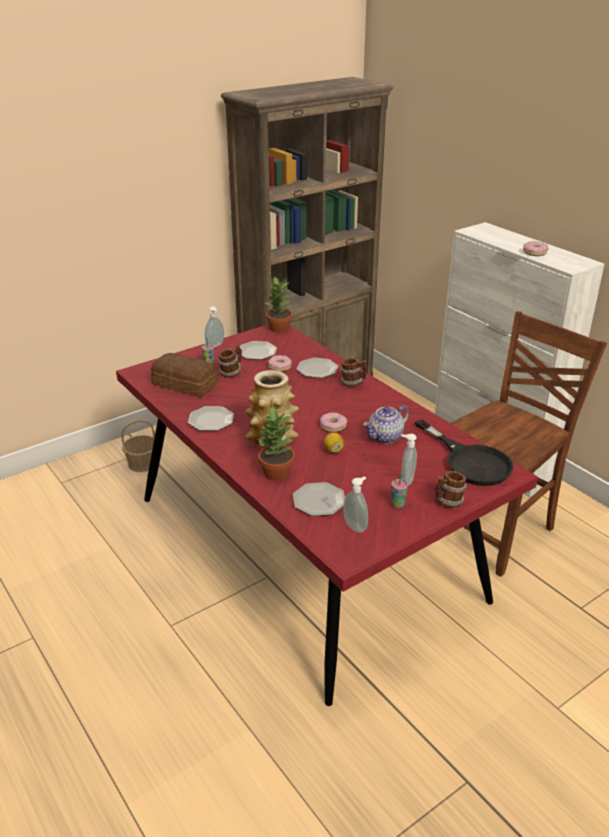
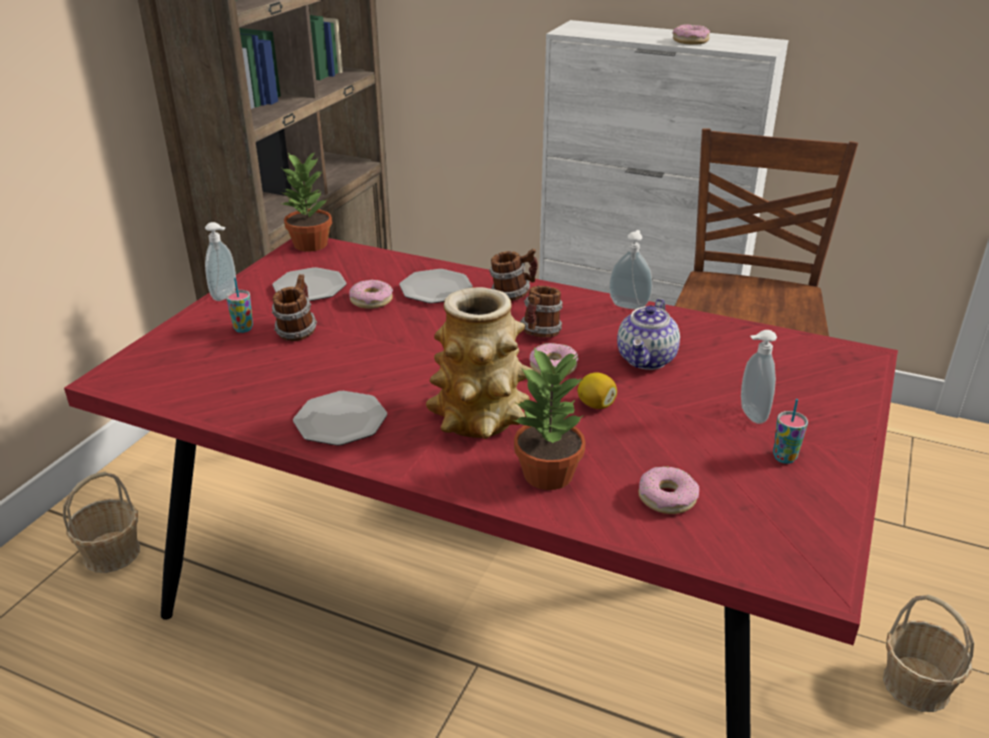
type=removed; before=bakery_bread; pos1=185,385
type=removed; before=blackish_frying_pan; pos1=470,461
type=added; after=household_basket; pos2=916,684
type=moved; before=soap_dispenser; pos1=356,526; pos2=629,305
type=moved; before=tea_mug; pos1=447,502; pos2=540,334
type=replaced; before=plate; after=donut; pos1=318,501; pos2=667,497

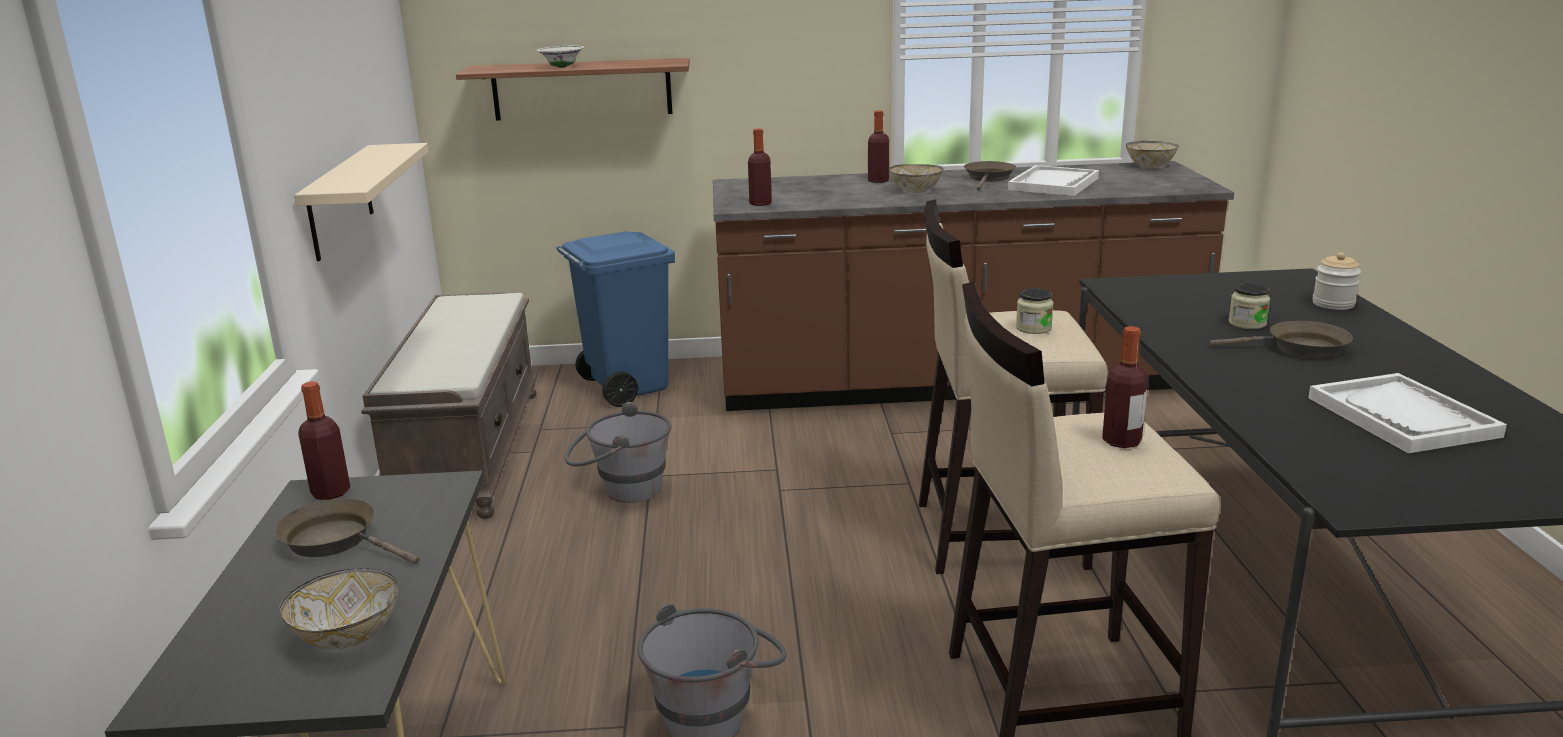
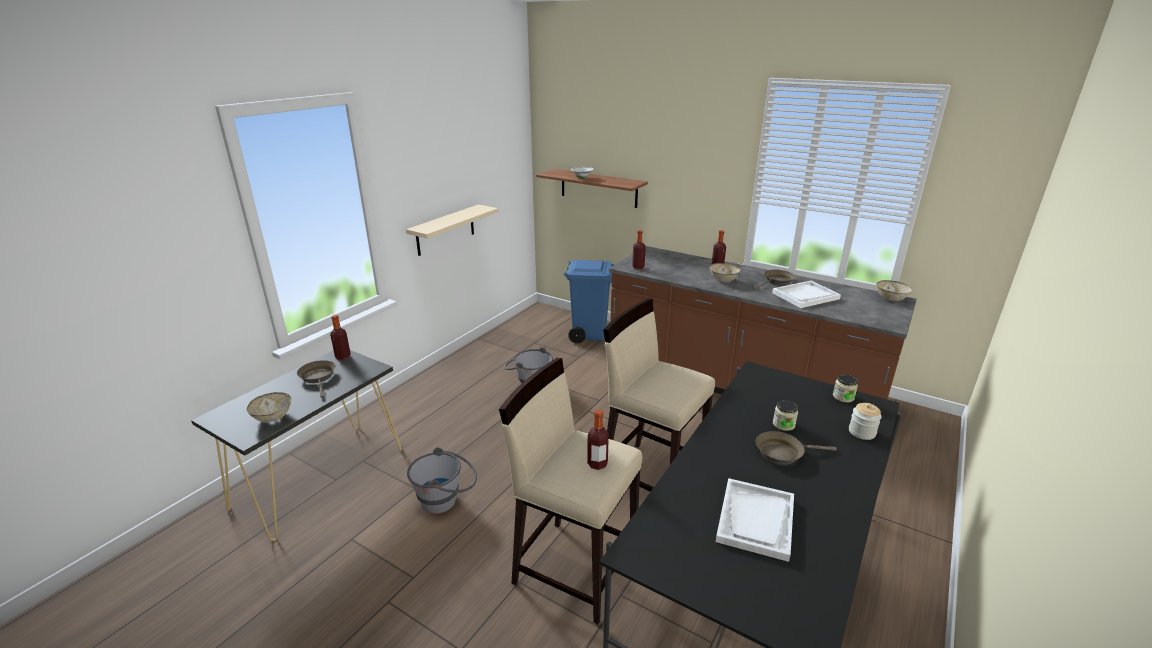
type=removed; before=brownish_bench; pos1=468,451
type=moved; before=storage_jar; pos1=1033,328; pos2=843,397
type=turned; before=brownish_frying_pan; pos1=1300,349; pos2=782,453; turn=135

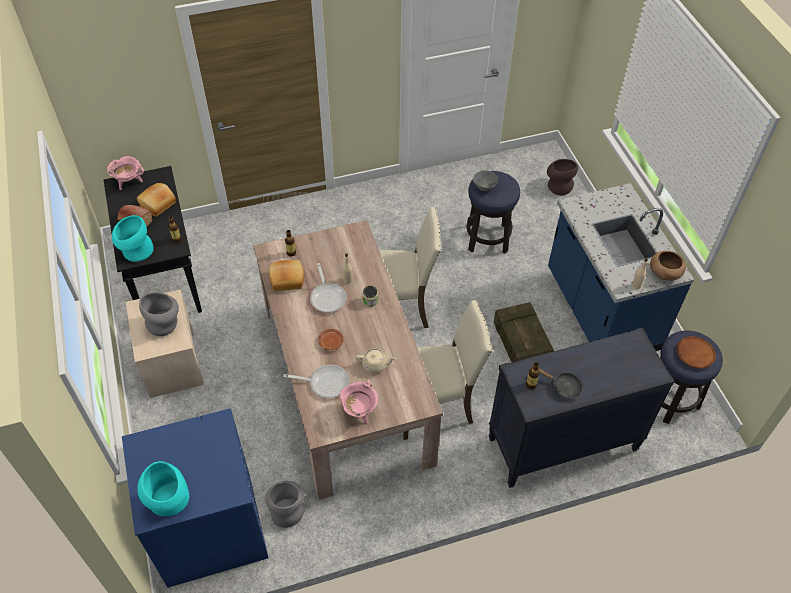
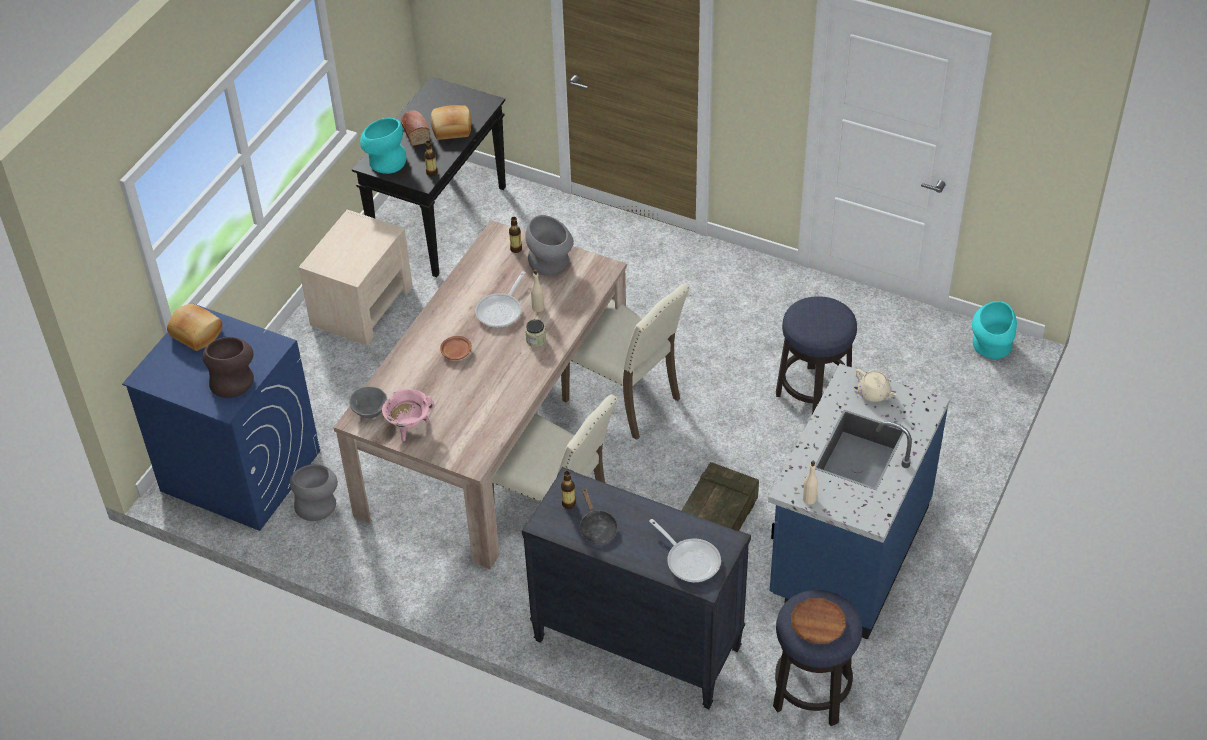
type=removed; before=pink_cooking_pot; pos1=129,182
type=removed; before=brownish_bowl; pos1=664,273
type=moved; before=turquoise_decorative_vase; pos1=170,502; pos2=990,348
type=moved; before=greyish_decorative_vase; pos1=165,324; pos2=551,264
type=moved; before=bakery_bread; pos1=287,279; pos2=197,333
type=moved; before=frying_pan; pos1=325,383; pos2=690,560
type=moved; before=beige-coloured_pot_for_tea; pos1=375,365; pos2=874,393
type=moved; before=greyish_bowl; pos1=484,187; pos2=369,412
type=moved; before=brownish_decorative_vase; pos1=558,185; pos2=233,380

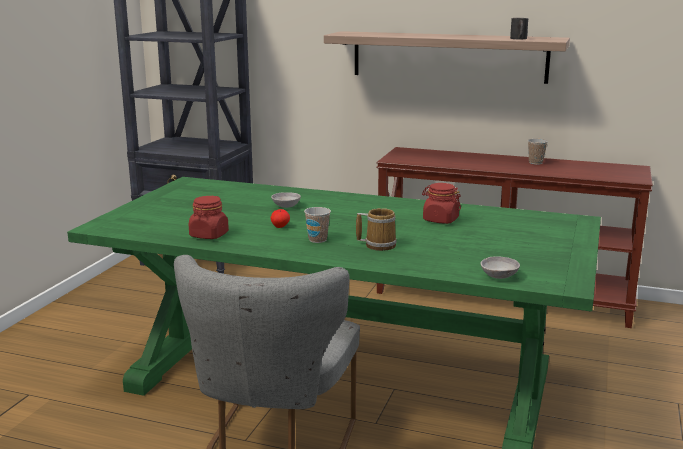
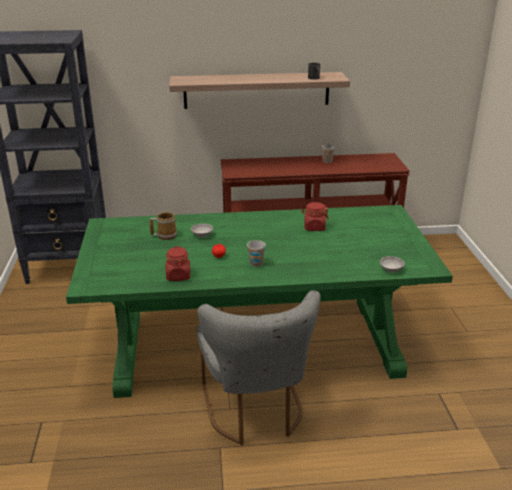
type=moved; before=tea_mug; pos1=378,245; pos2=165,235

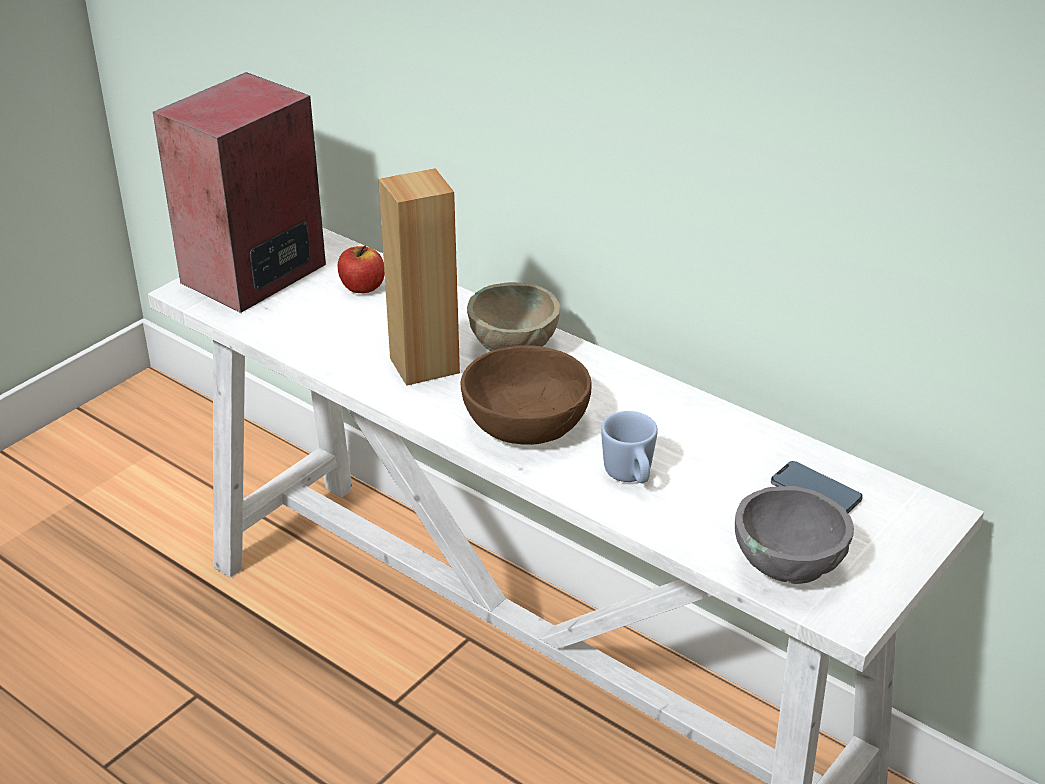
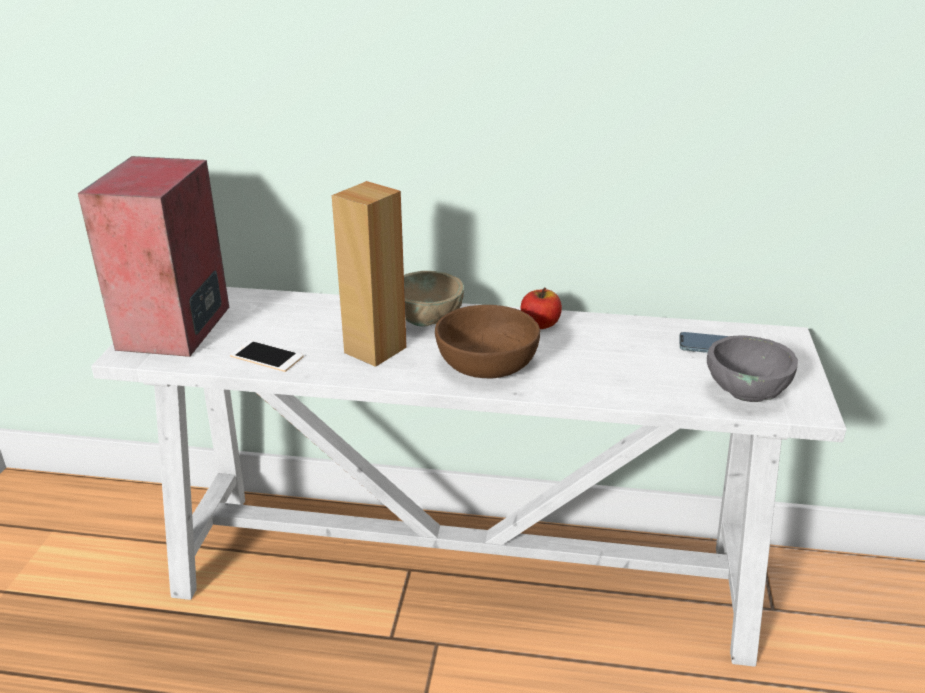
type=removed; before=blue_tea_mug; pos1=630,477
type=added; after=telephone; pos2=266,356
type=moved; before=whole_apple; pos1=362,287; pos2=540,324

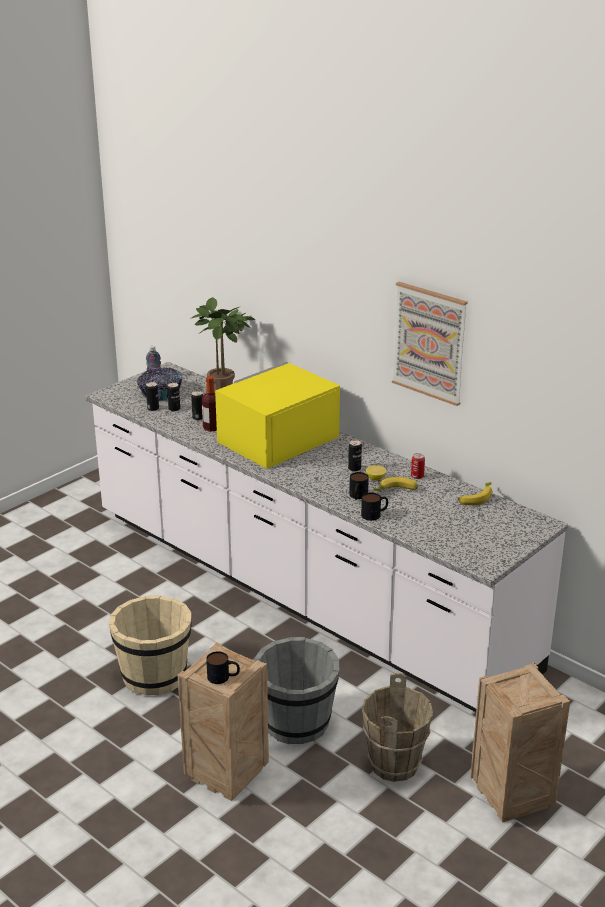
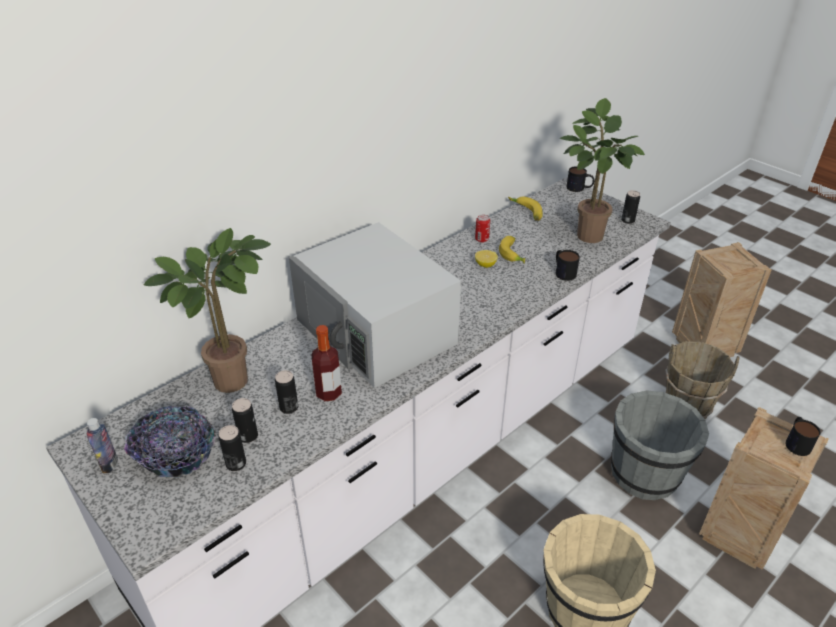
type=removed; before=picture; pos1=429,343
type=added; after=houseplant; pos2=585,234
type=moved; before=sealed_can; pos1=354,468; pos2=627,220
type=moved; before=tea_mug; pos1=357,496; pos2=579,188
type=recoloured; before=yellow_microwave; after=whitish_microwave; pos1=276,439; pos2=377,331

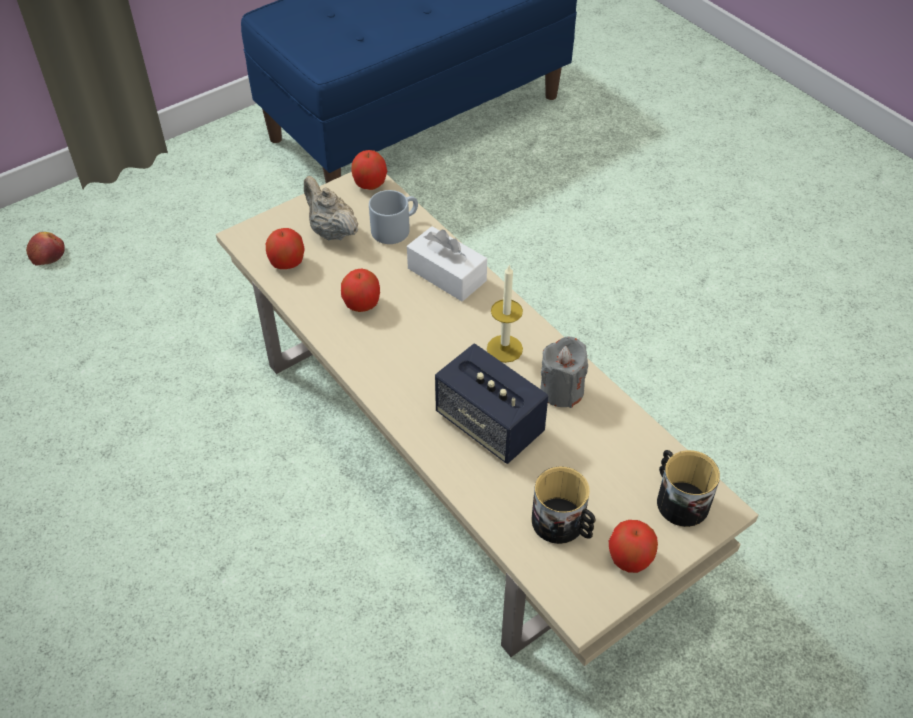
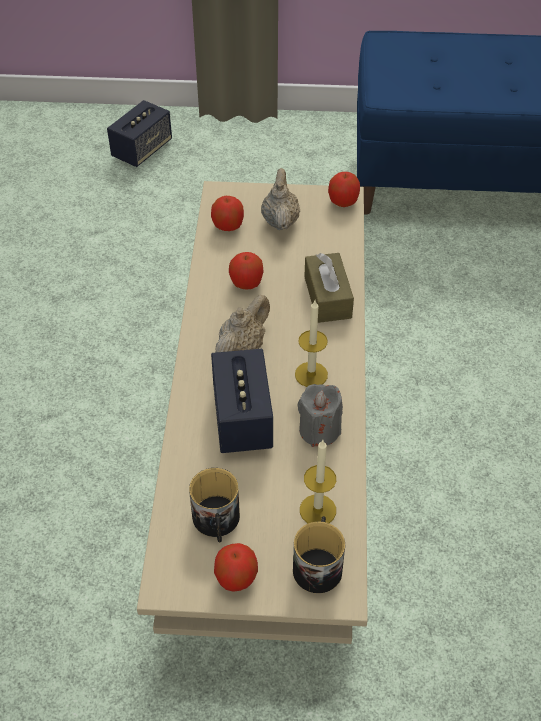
type=removed; before=greyish_tea_mug; pos1=395,228
type=added; after=beige-coloured_pot_for_tea; pos2=242,347
type=added; after=candle; pos2=317,510
type=replaced; before=whole_apple; after=audio_speaker; pos1=48,254; pos2=142,150
type=recoloured; before=whitish_box_of_tissues; after=brownish_box_of_tissues; pos1=447,274; pos2=327,297

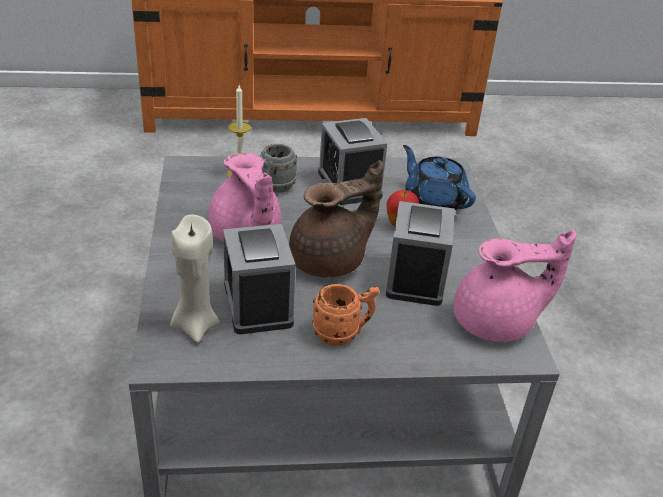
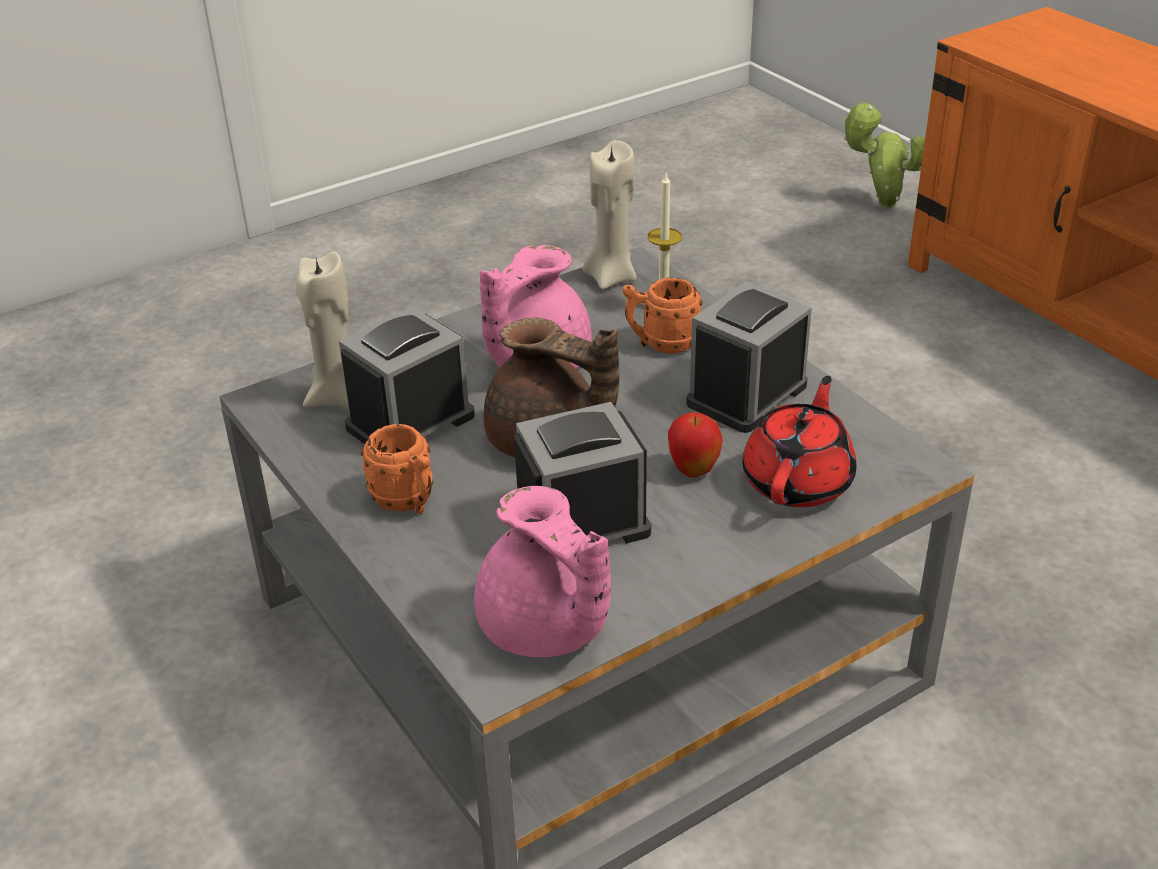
type=added; after=beige-coloured_candle; pos2=610,277
type=added; after=houseplant; pos2=881,205
type=recoloured; before=greyish_tea_mug; after=orangey_tea_mug; pos1=274,189; pos2=661,344
type=recoloured; before=blue_pot_for_tea; after=red-coloured_pot_for_tea; pos1=434,200; pos2=798,481

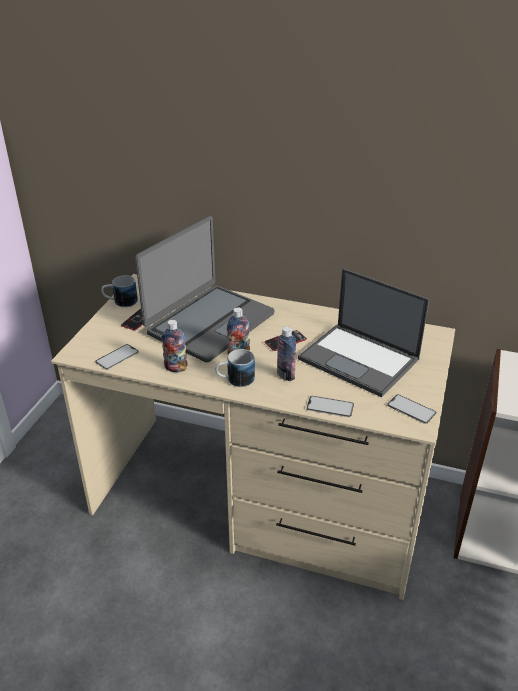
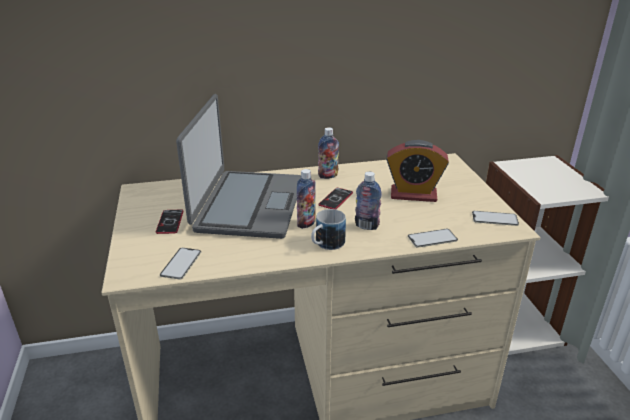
type=removed; before=tea_mug; pos1=120,302
type=moved; before=beverage_bottle; pos1=176,368; pos2=328,176
type=replaced; before=notebook_computer; after=alarm_clock; pos1=360,359; pos2=413,194

